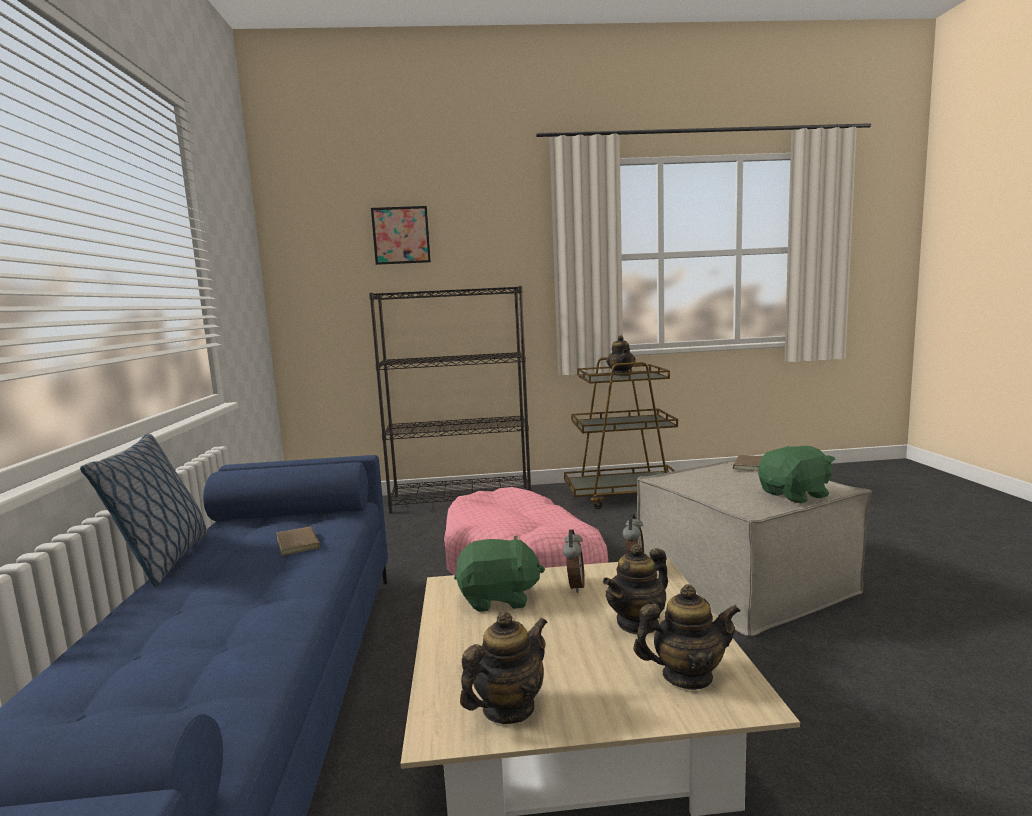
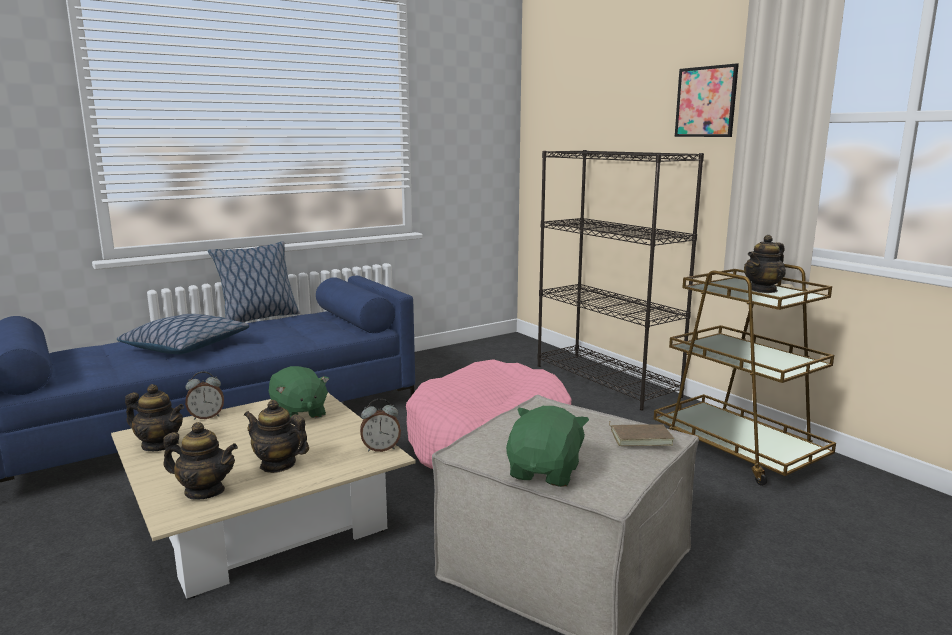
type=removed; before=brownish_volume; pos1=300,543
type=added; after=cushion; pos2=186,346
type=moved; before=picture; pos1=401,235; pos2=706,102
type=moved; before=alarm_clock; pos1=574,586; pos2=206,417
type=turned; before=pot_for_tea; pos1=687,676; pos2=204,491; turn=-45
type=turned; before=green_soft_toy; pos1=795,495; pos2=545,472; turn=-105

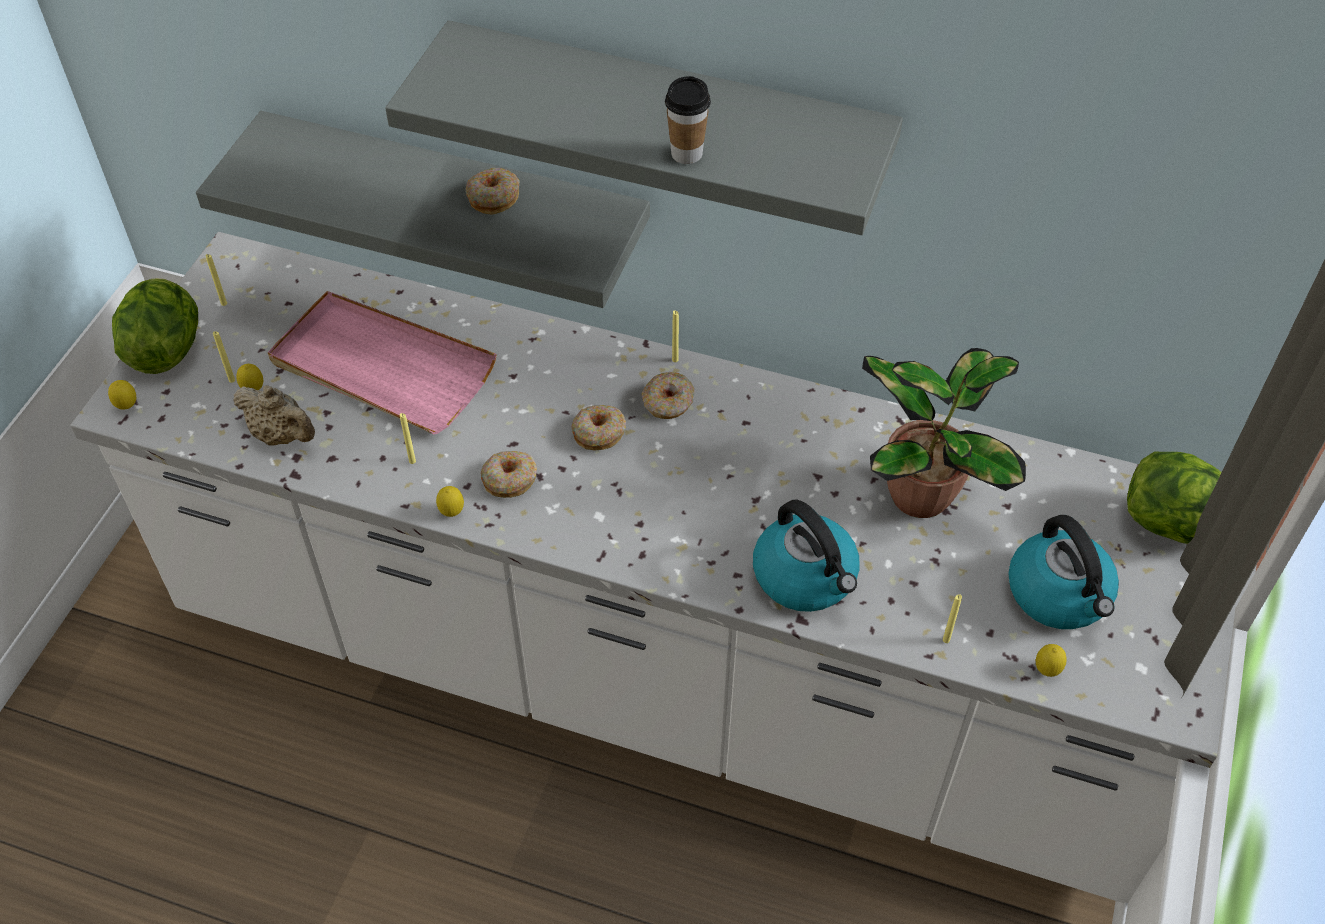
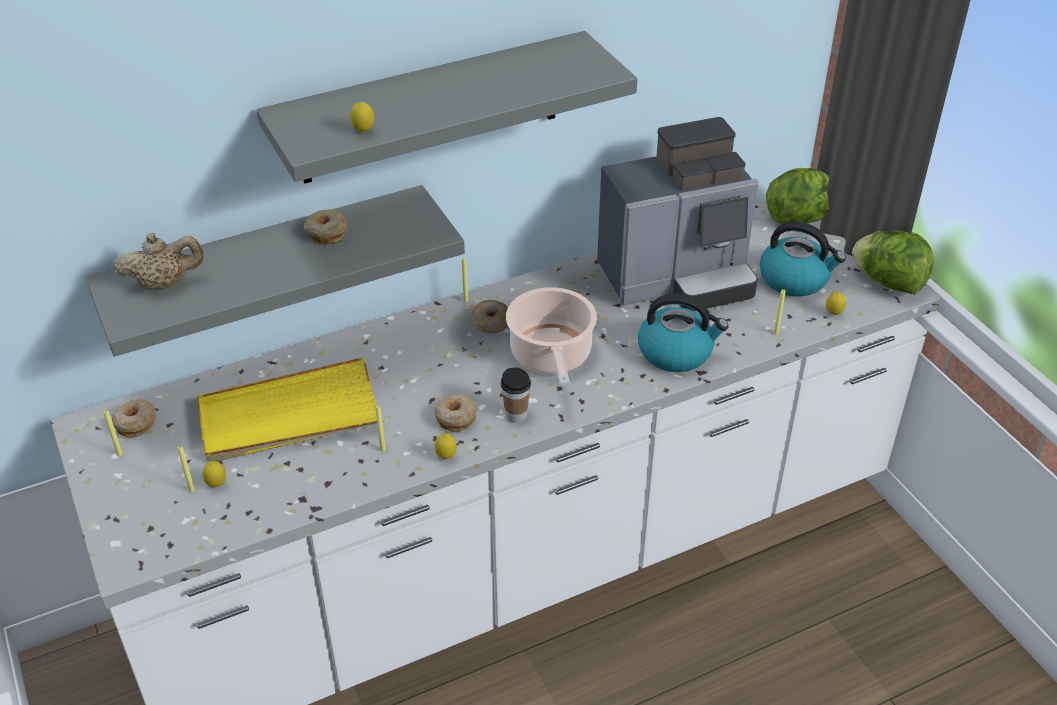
type=added; after=cooking_pot; pos2=551,357
type=moved; before=lemon; pos1=127,407; pos2=363,132
type=moved; before=lettuce_head; pos1=166,348; pos2=888,282
type=moved; before=beige-coloured_pot_for_tea; pos1=282,435; pos2=164,283
type=moved; before=donut; pos1=599,433; pos2=135,423
type=moved; before=small_cup; pos1=686,154; pos2=516,415
type=replaced; before=houseplant; after=coffee_brewer; pos1=924,493; pos2=678,278
type=recoloured; before=pink_carrying_tray; after=yellow_carrying_tray; pos1=381,368; pos2=289,417

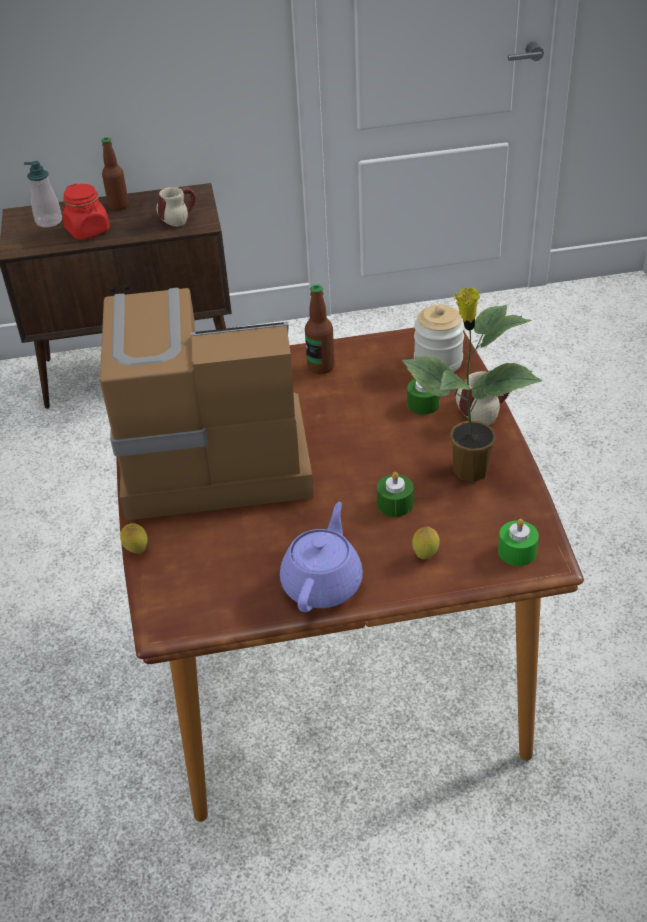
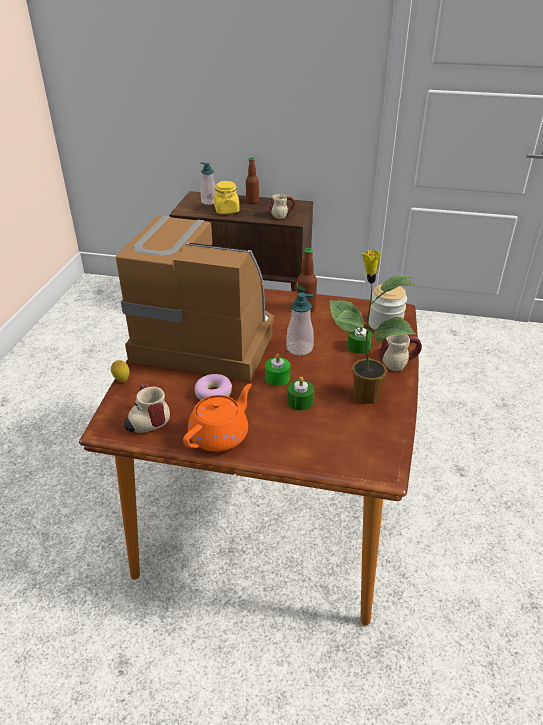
type=removed; before=lemon; pos1=425,555
type=added; after=tea_mug; pos2=146,421
type=added; after=donut; pos2=213,393
type=added; after=soap_dispenser; pos2=299,348
type=moved; before=green_candle; pos1=517,551; pos2=277,378
type=recoloured; before=red-coloured_storage_jar; after=yellow_storage_jar; pos1=88,231; pos2=227,210
type=recoloured; before=purple_pot_for_tea; after=orangey_pot_for_tea; pos1=323,583; pos2=220,435

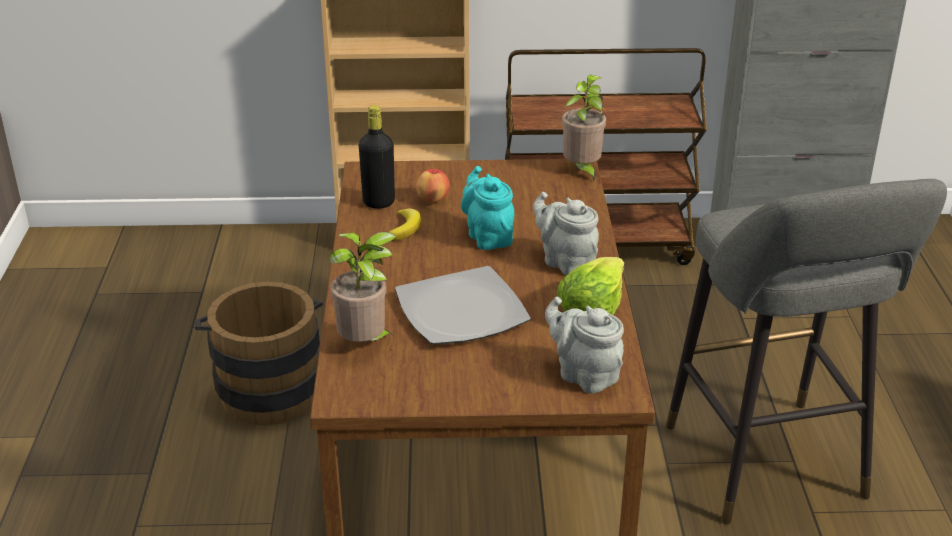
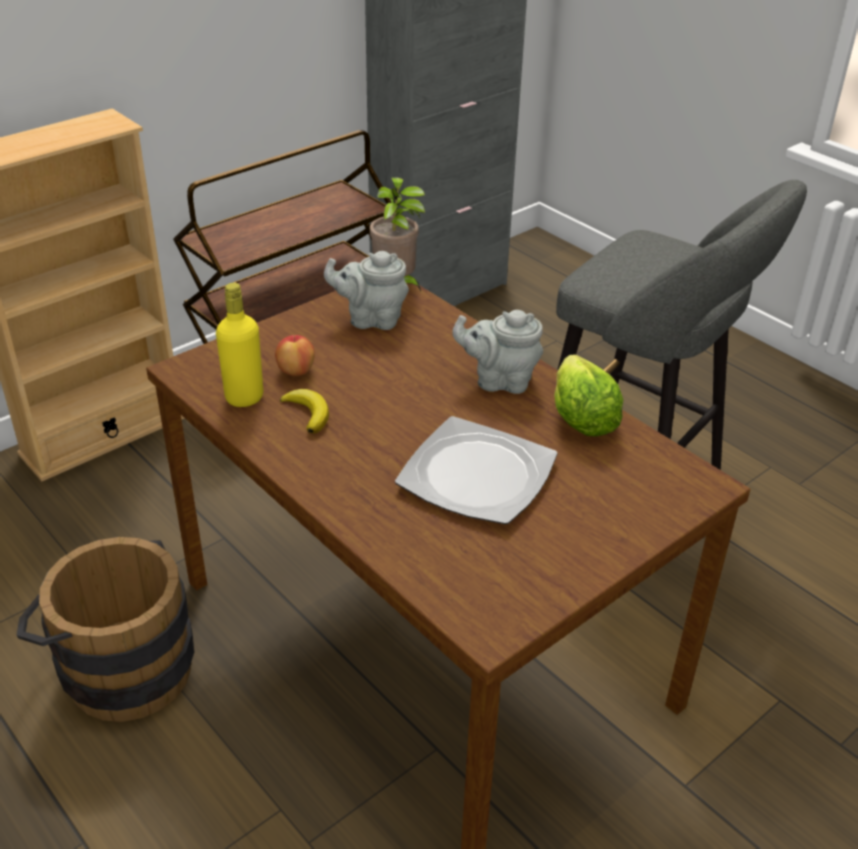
type=removed; before=houseplant; pos1=365,344
type=removed; before=turquoise_pot_for_tea; pos1=488,236
type=moved; before=greyish_pot_for_tea; pos1=584,375; pos2=371,319
type=recoloured; before=blackish_beverage_bottle; after=yellow_beverage_bottle; pos1=378,202; pos2=244,397

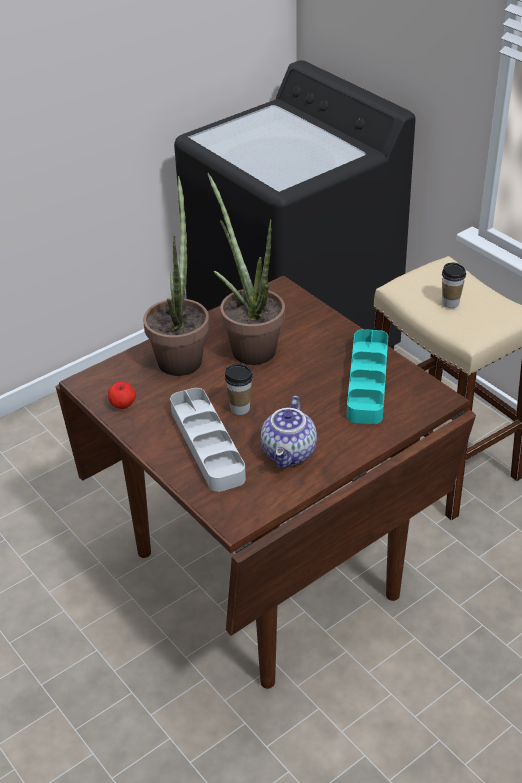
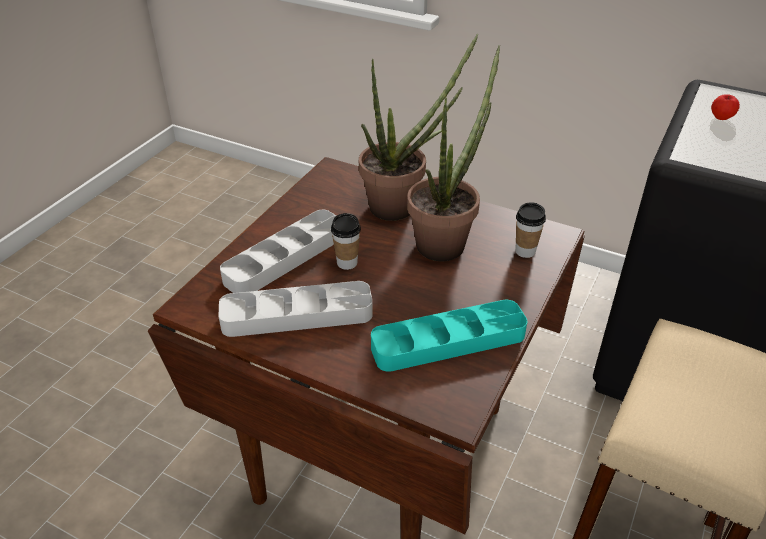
type=moved; before=whole_apple; pos1=123,405; pos2=721,118
type=moved; before=small_cup; pos1=450,303; pos2=525,251
type=replaced; before=pot_for_tea; after=greyish_carrying_tray; pos1=290,453; pos2=297,315

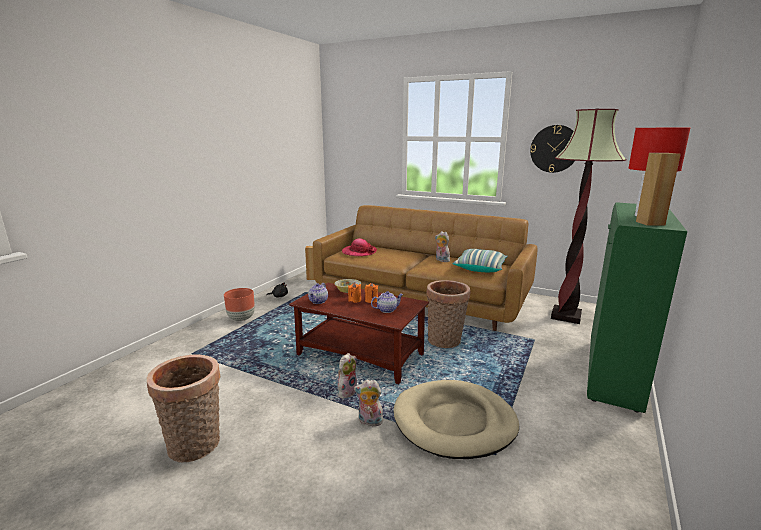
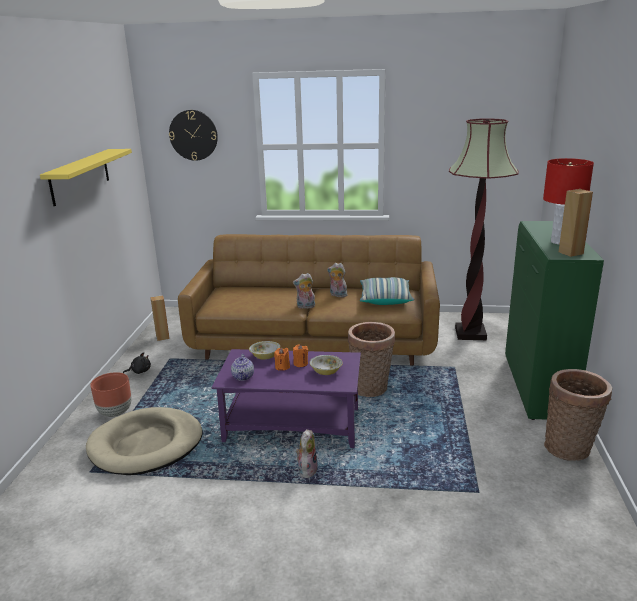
type=removed; before=hat; pos1=359,252
type=added; after=yellow_bracket_shelf; pos2=80,176
type=moved; before=household_basket; pos1=196,446; pos2=570,448
type=moved; before=soft_toy; pos1=369,422; pos2=305,307
type=moved; before=beige-coloured_dog_cushion; pos1=454,422; pos2=146,445
type=moved; before=hanging_clock; pos1=554,149; pos2=193,135
type=replaced; before=pot_for_tea; after=bowl; pos1=387,310; pos2=326,372
type=recoloured; before=brownish_low_table; after=purple_low_table; pos1=361,355; pos2=293,425

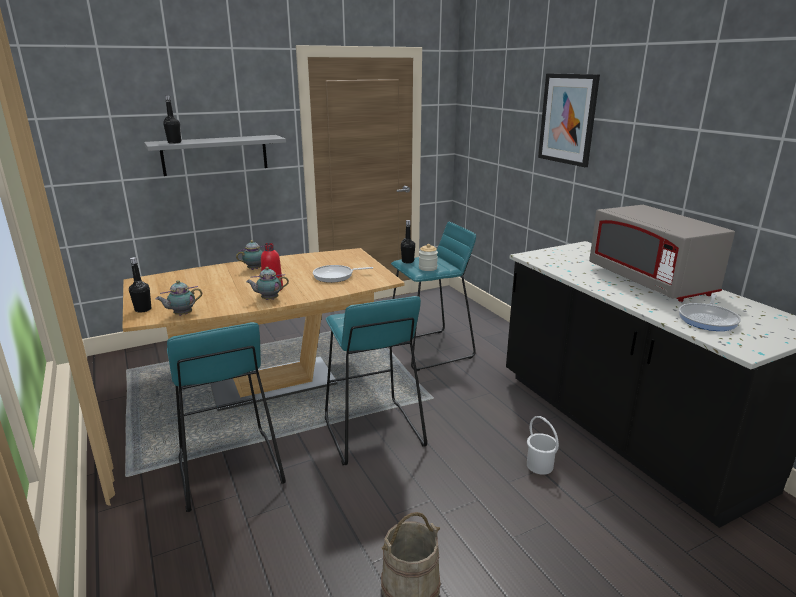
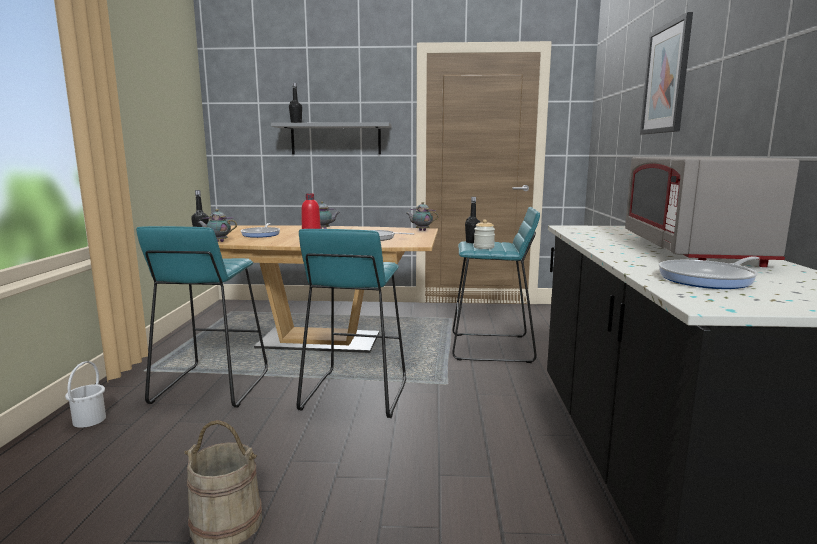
type=added; after=frying_pan; pos2=261,234
type=moved; before=pot_for_tea; pos1=268,299; pos2=421,230
type=moved; before=whitish_pail; pos1=540,465; pos2=90,420

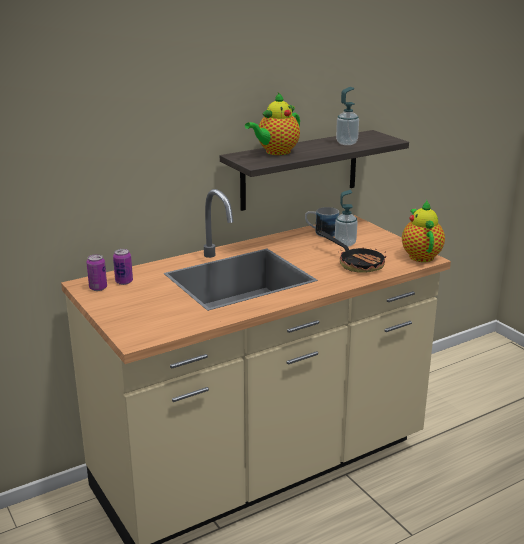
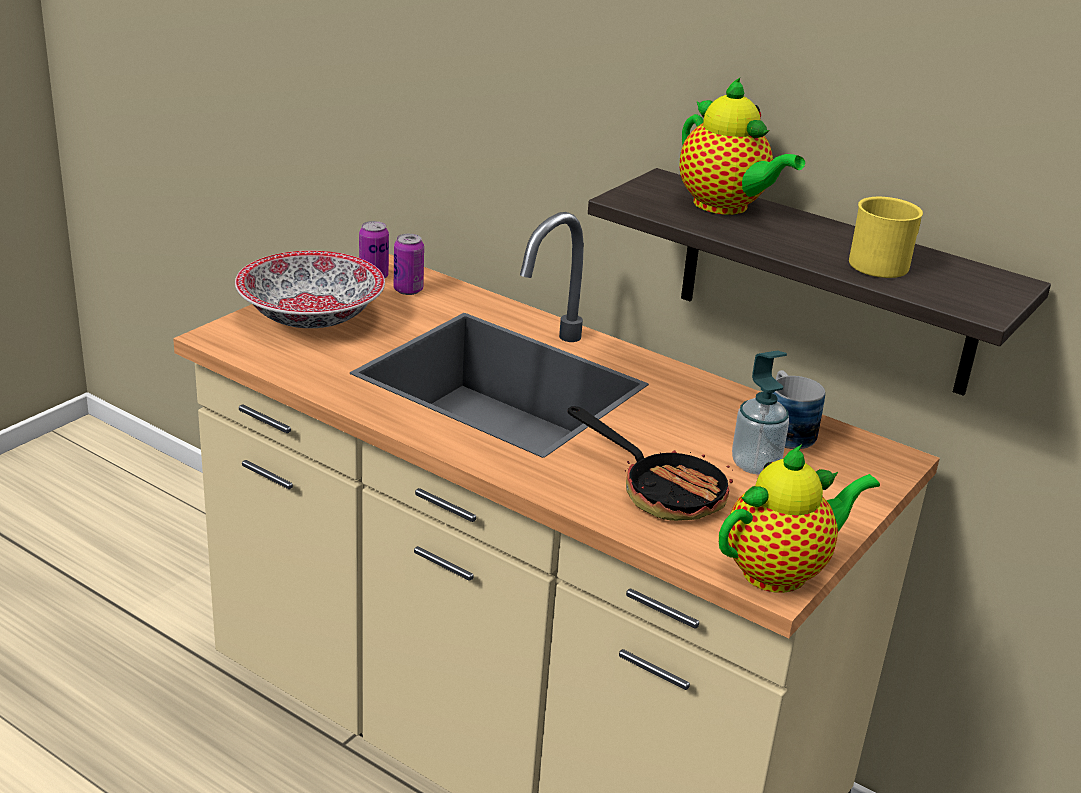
type=added; after=bowl; pos2=310,315
type=replaced; before=soap_dispenser; after=yellow_tea_mug; pos1=346,143; pos2=885,263
type=turned; before=pot_for_tea; pos1=276,152; pos2=725,207; turn=-150
type=turned; before=frying_pan; pos1=356,263; pos2=661,490; turn=-75

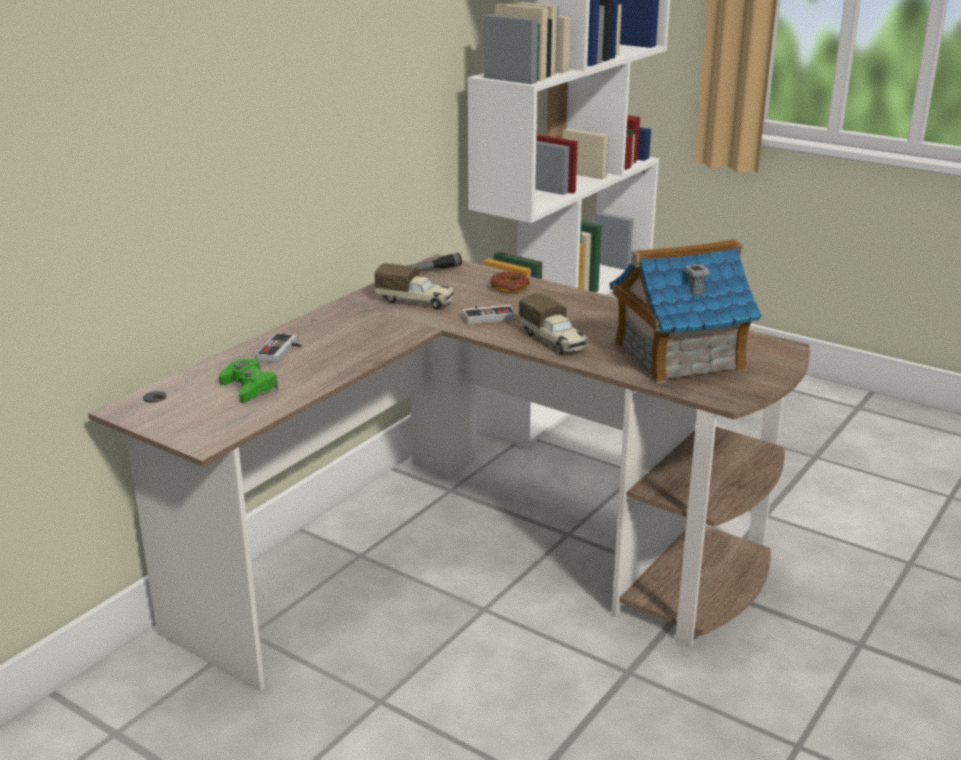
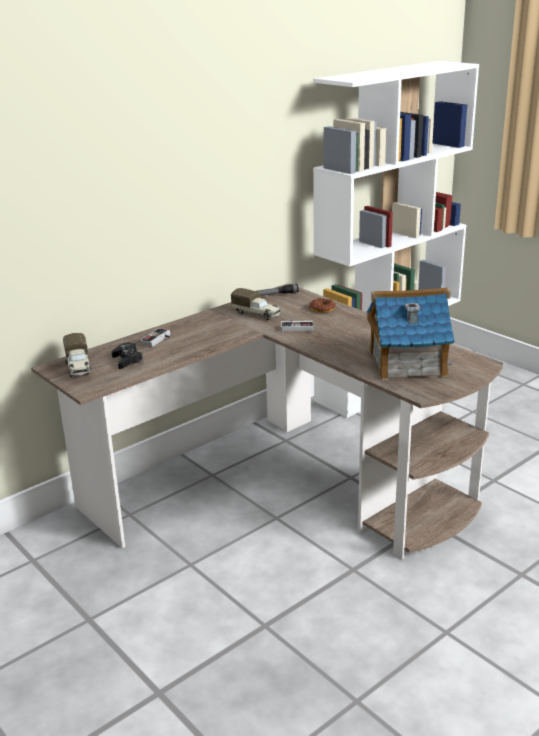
type=moved; before=model_truck; pos1=554,341; pos2=78,367
type=recoloured; before=green_gamepad; after=blackish_gamepad; pos1=249,388; pos2=127,360

